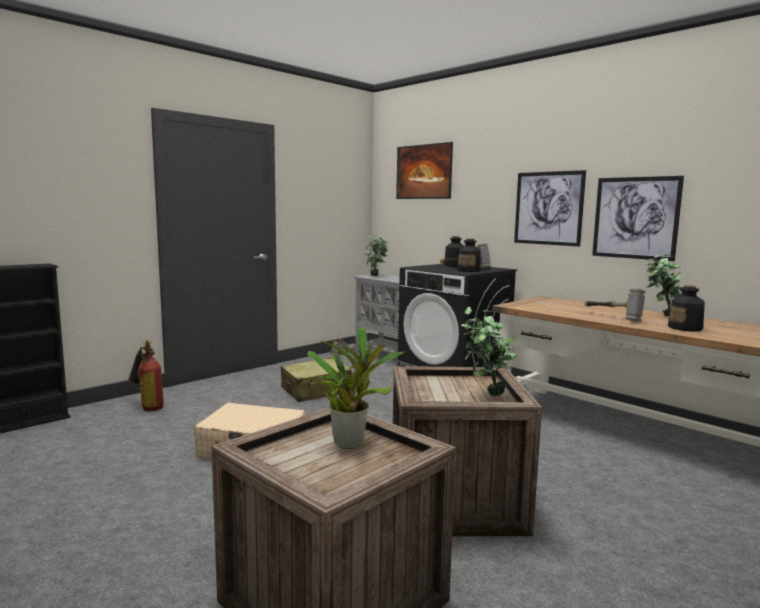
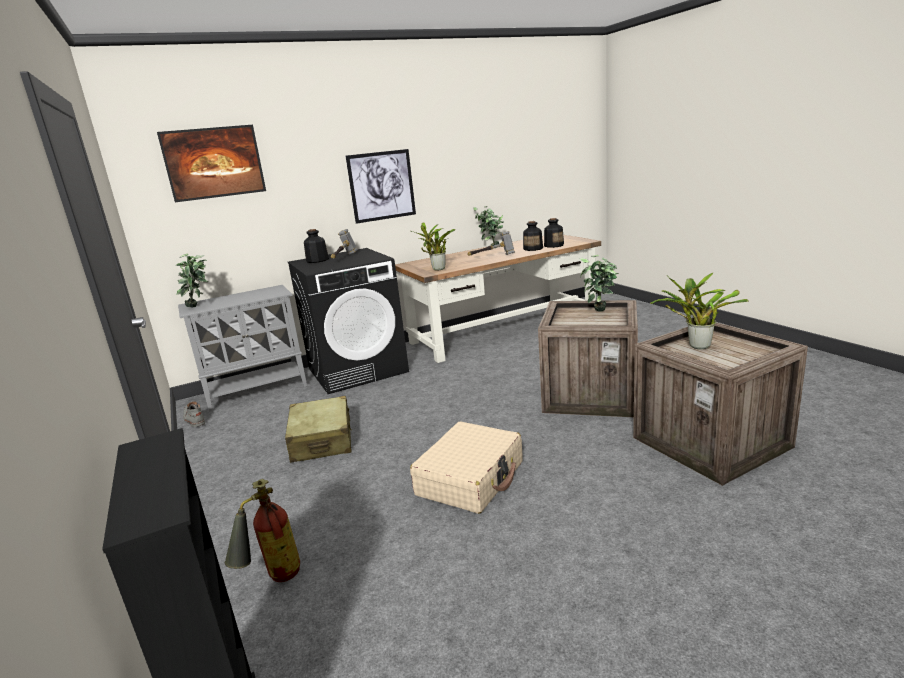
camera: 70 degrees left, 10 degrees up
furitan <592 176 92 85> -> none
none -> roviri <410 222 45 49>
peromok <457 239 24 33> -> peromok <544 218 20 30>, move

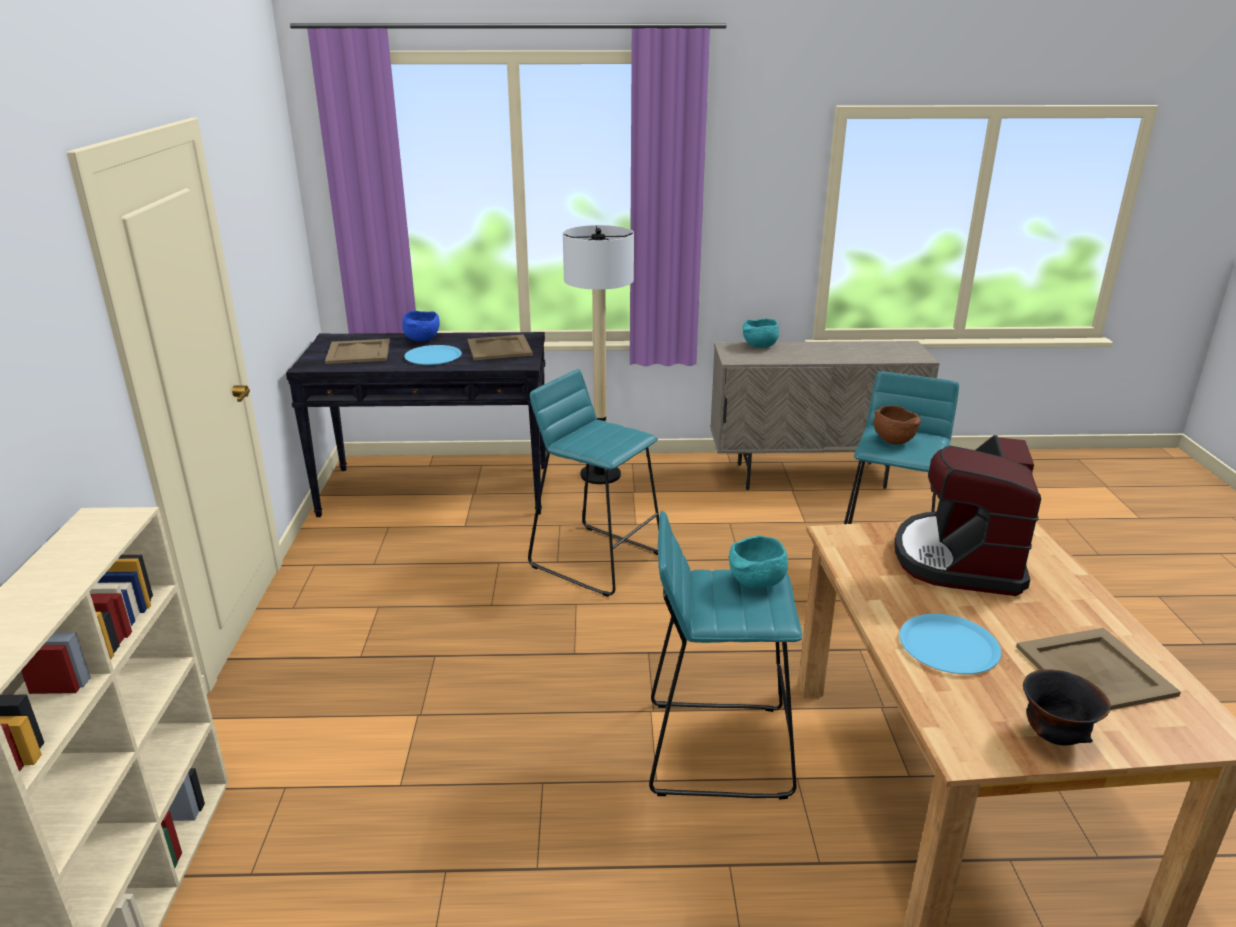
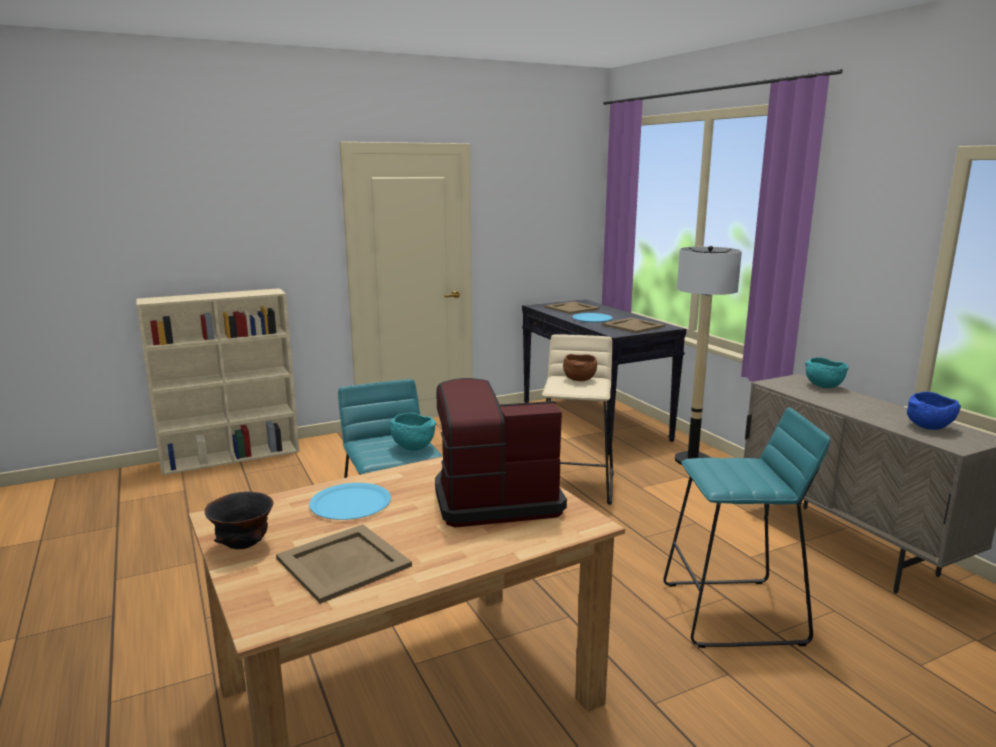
camera: 65 degrees right, 10 degrees down
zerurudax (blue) <402 311 38 31> -> zerurudax (blue) <907 392 54 38>, move
zerurudax (brown) <874 406 47 38> -> zerurudax (brown) <563 354 34 27>, move
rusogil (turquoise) <528 369 131 228> -> rusogil (beige) <542 334 72 171>

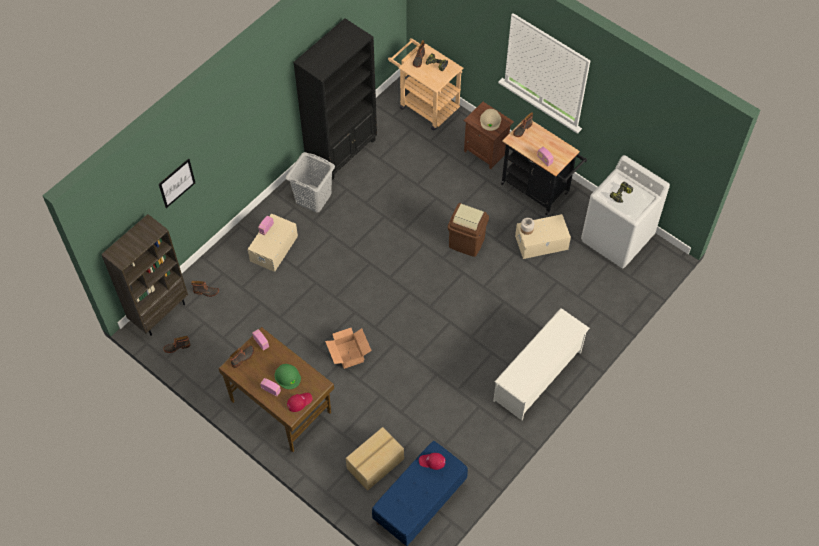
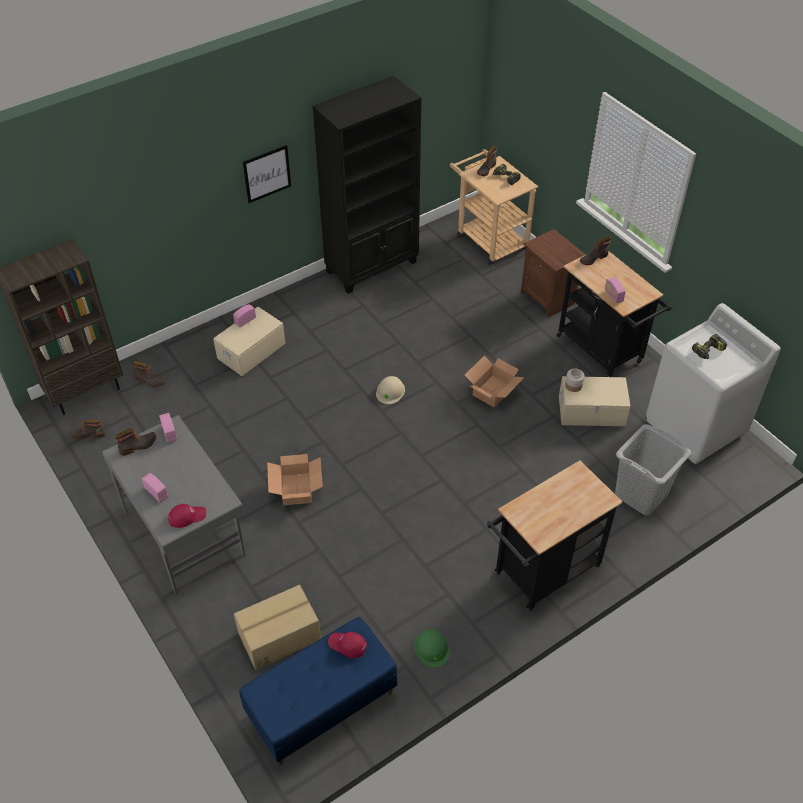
camera: 15 degrees right, 10 degrees down
furitan <159 159 36 49> -> furitan <243 145 48 58>, move
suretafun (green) <275 364 26 25> -> suretafun (green) <414 629 36 38>, move
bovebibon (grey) <286 152 49 60> -> bovebibon (grey) <615 424 76 92>, move
suretafun (beige) <480 109 21 22> -> suretafun (beige) <376 376 29 28>, move
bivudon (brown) <448 203 41 54> -> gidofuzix <465 356 60 51>
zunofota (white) <493 308 97 112> -> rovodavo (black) <487 460 135 151>
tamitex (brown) <218 327 116 125> -> tamitex (grey) <102 415 144 179>

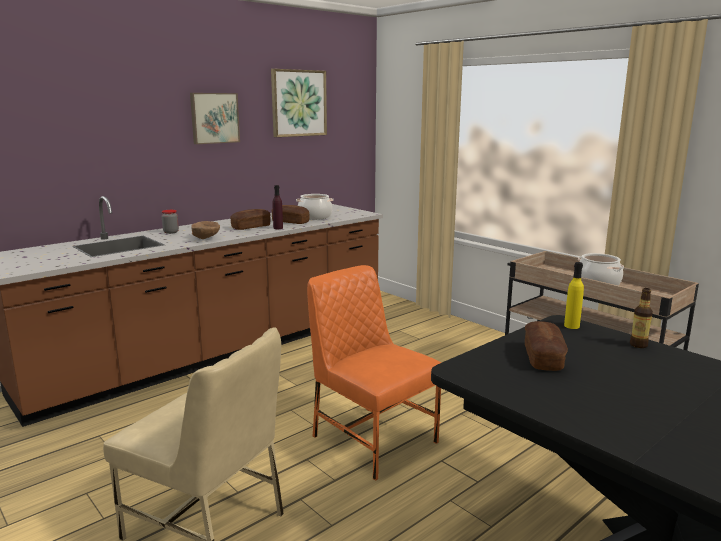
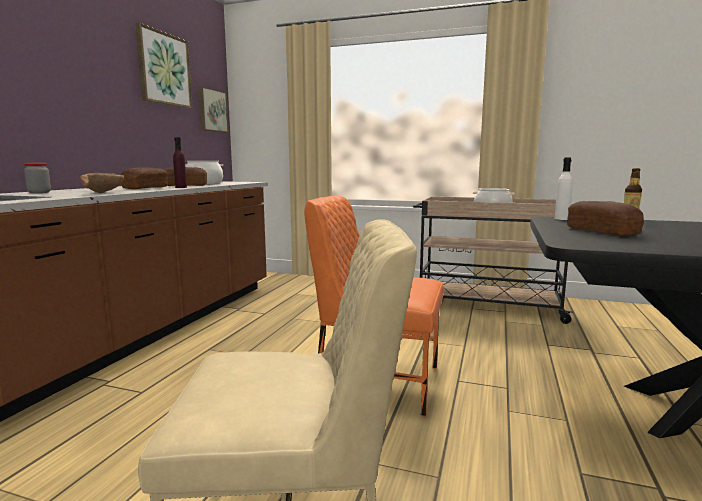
camera: 30 degrees left, 5 degrees down
furitan <190 93 50 51> -> furitan <198 86 31 46>, move
peromok (yellow) <564 262 20 67> -> peromok (white) <555 157 18 63>

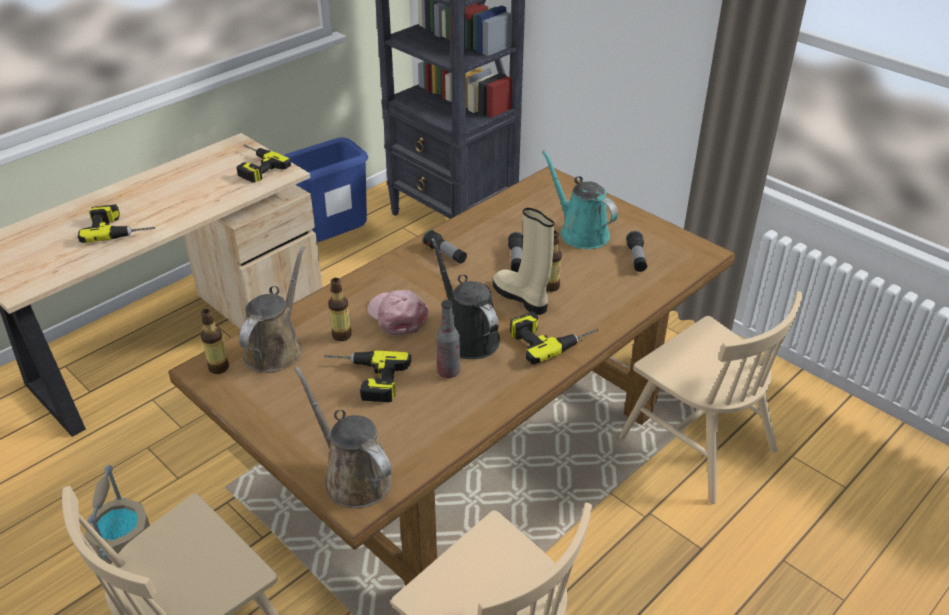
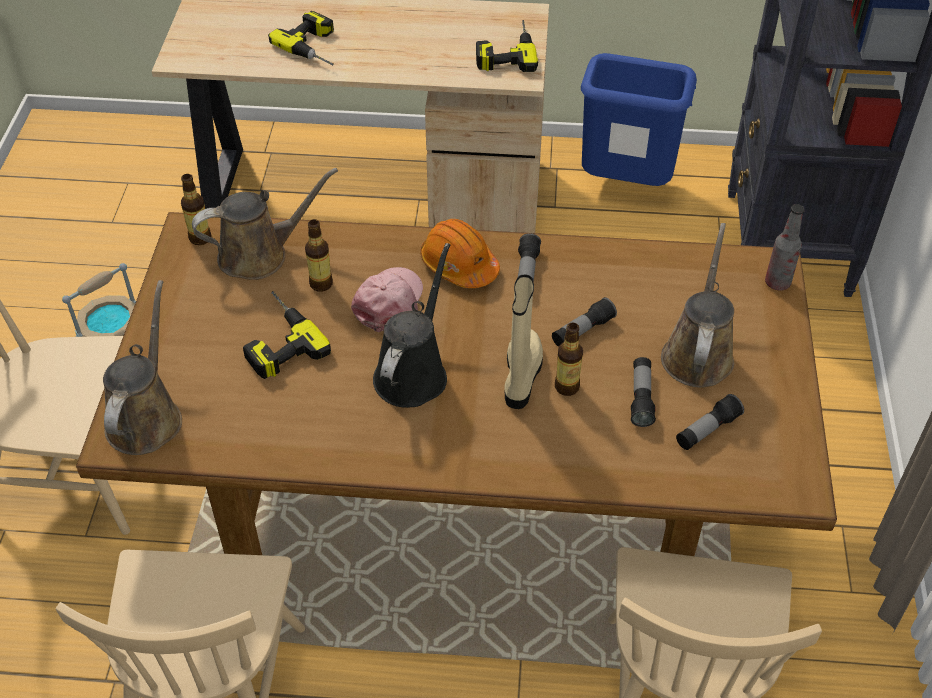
camera: 50 degrees right, 10 degrees up
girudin <510 311 89 54> -> none
none -> suretafun (orange) <420 219 80 69>
none -> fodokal <631 357 25 70>
peromok <436 300 24 78> -> peromok <765 204 40 87>, move
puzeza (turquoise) <542 150 76 99> -> puzeza (brown) <661 223 73 164>

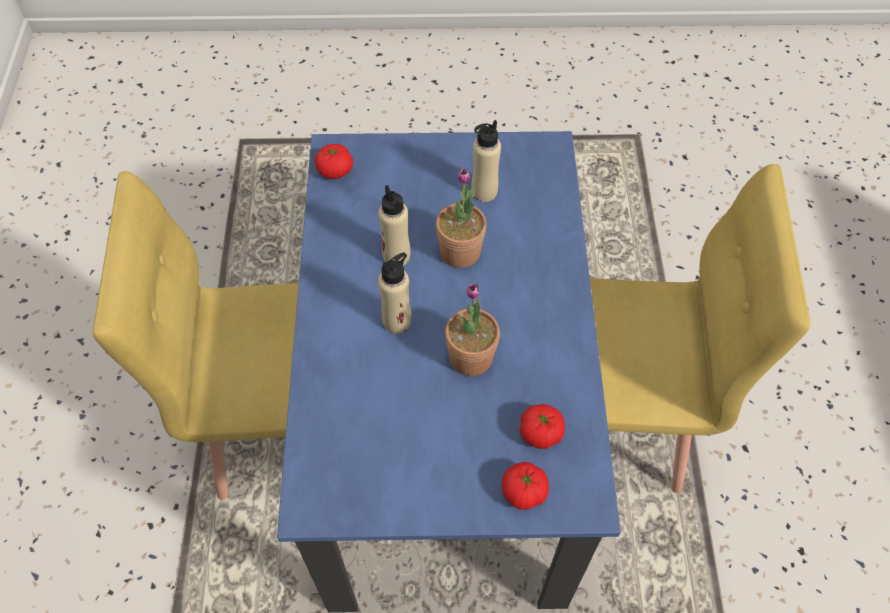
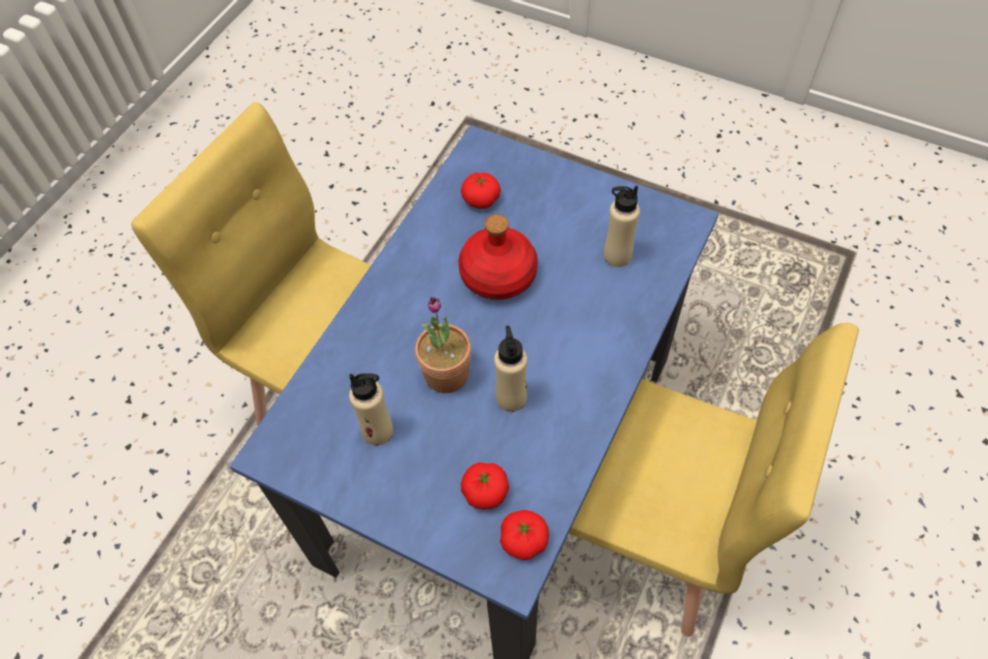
camera: 150 degrees left, 0 degrees up
peromok (beige) <378 253 34 80> -> peromok (beige) <604 186 36 81>, move
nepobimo <502 462 47 48> -> nepobimo <461 462 48 47>, move
roviri <445 283 55 93> -> peromok (red) <458 214 80 86>

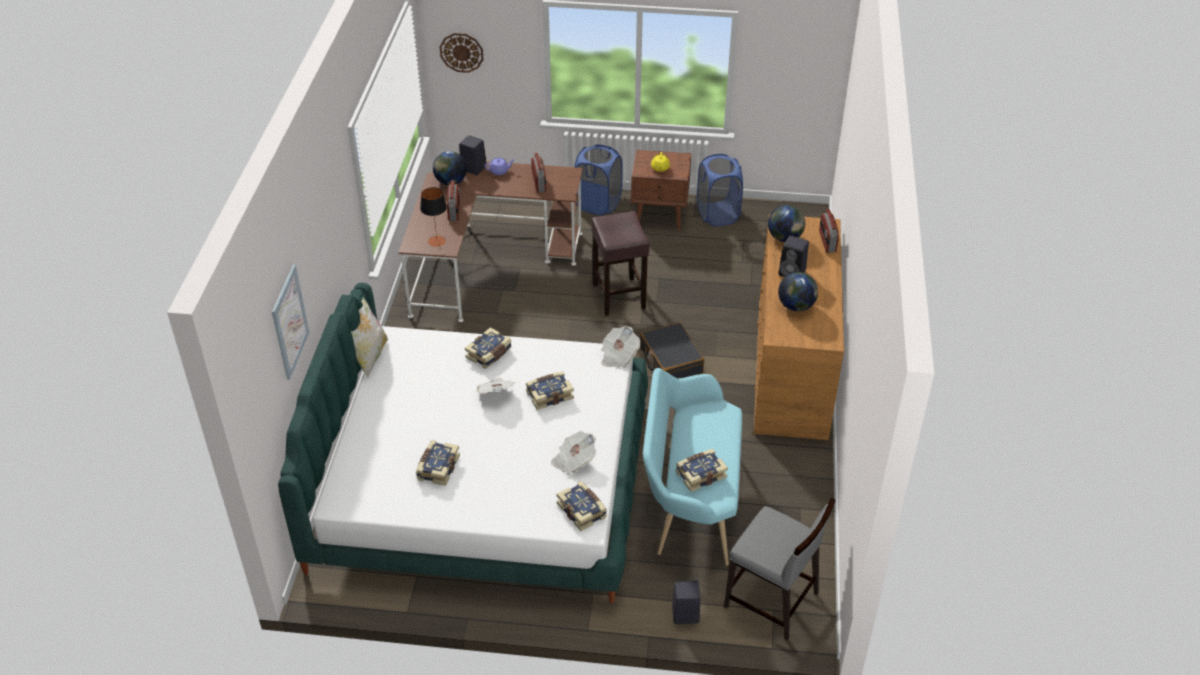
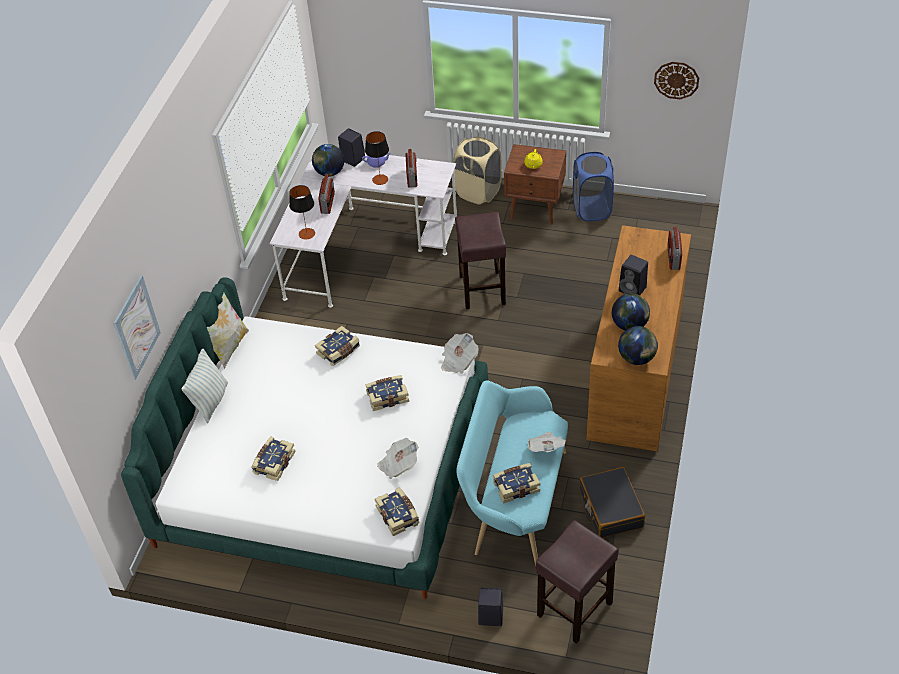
camera: 10 degrees right, 5 degrees up
none -> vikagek <181 349 47 74>
none -> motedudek <365 131 24 54>
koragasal <440 33 43 40> -> koragasal <654 62 45 37>, move
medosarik <476 378 40 16> -> medosarik <528 432 38 20>, move
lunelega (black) <640 322 65 56> -> lunelega (black) <580 467 65 71>, move
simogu <768 205 37 37> -> simogu <618 326 40 39>, move
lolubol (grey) <724 498 111 142> -> rusogil (brown) <536 520 83 124>
tamitex (brown) <398 161 185 161> -> tamitex (white) <270 153 187 155>
bovebibon (blue) <575 144 48 71> -> bovebibon (beige) <453 136 49 68>

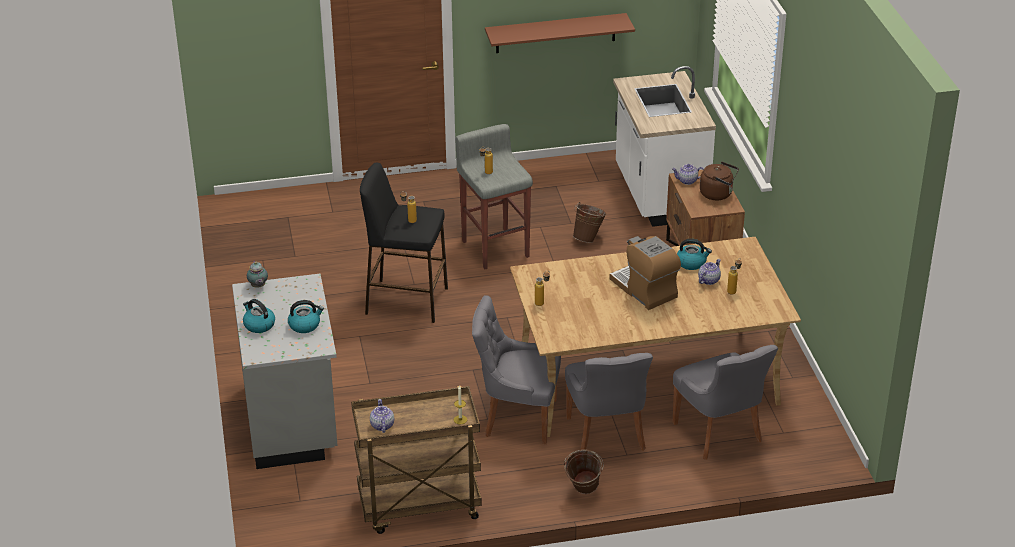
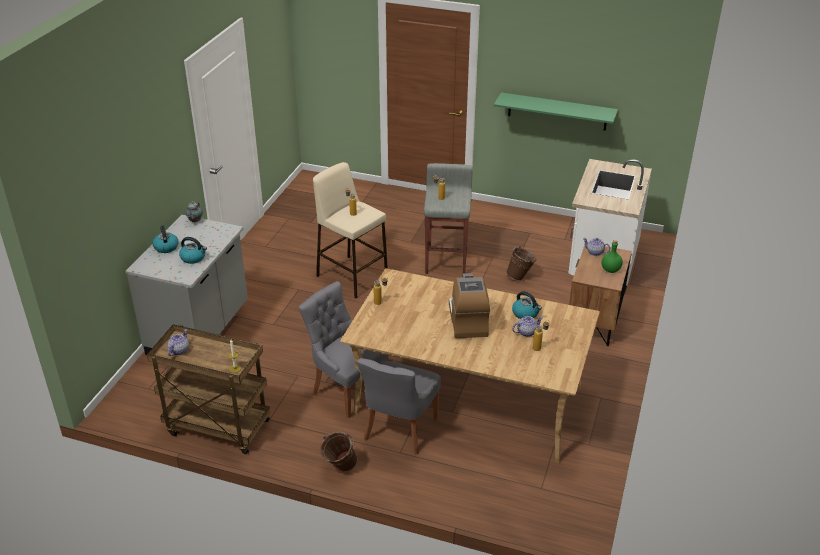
camera: 30 degrees right, 0 degrees up
lolubol (grey) <673 345 105 115> -> none
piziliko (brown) <700 162 39 38> -> peromok (green) <602 240 21 33>
rusogil (black) <360 163 88 160> -> rusogil (beige) <313 162 75 136>
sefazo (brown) <485 13 150 40> -> sefazo (green) <494 92 124 39>

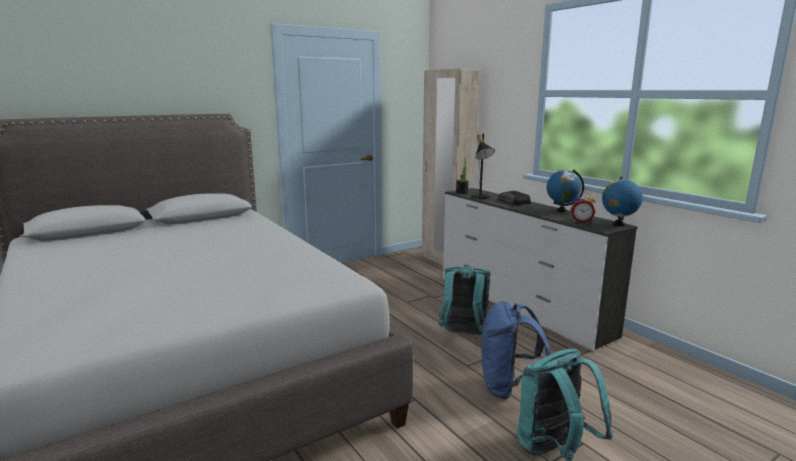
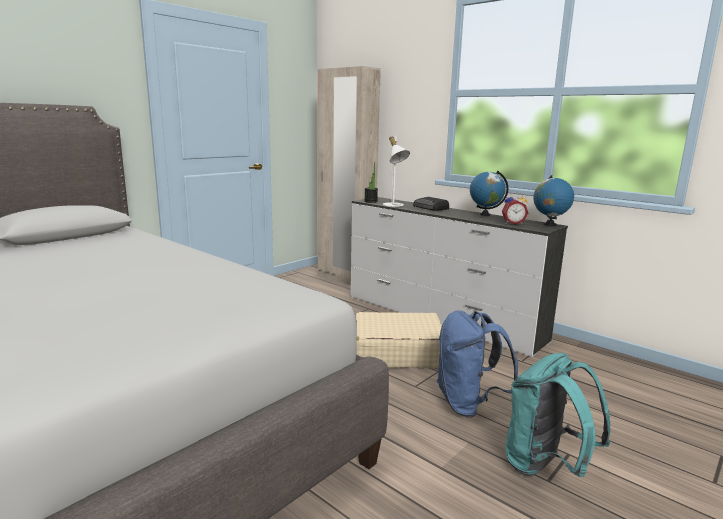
camera: 15 degrees left, 0 degrees up
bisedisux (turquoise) <438 267 53 68> -> lunelega (beige) <355 312 87 56>
motedudek (black) <471 134 24 65> -> motedudek (white) <383 135 27 72>

